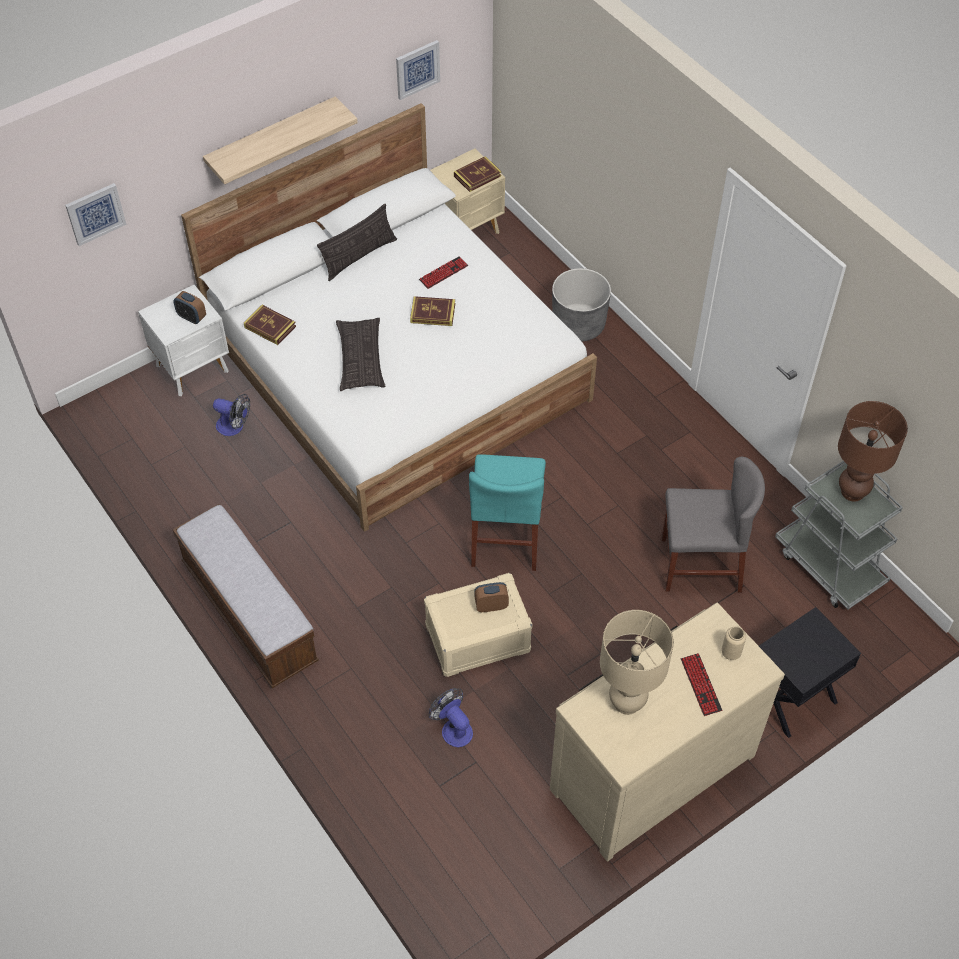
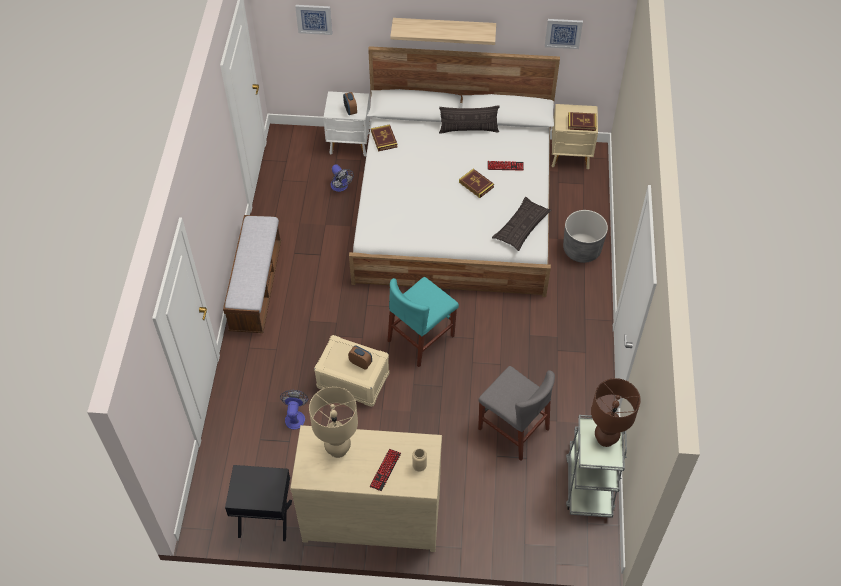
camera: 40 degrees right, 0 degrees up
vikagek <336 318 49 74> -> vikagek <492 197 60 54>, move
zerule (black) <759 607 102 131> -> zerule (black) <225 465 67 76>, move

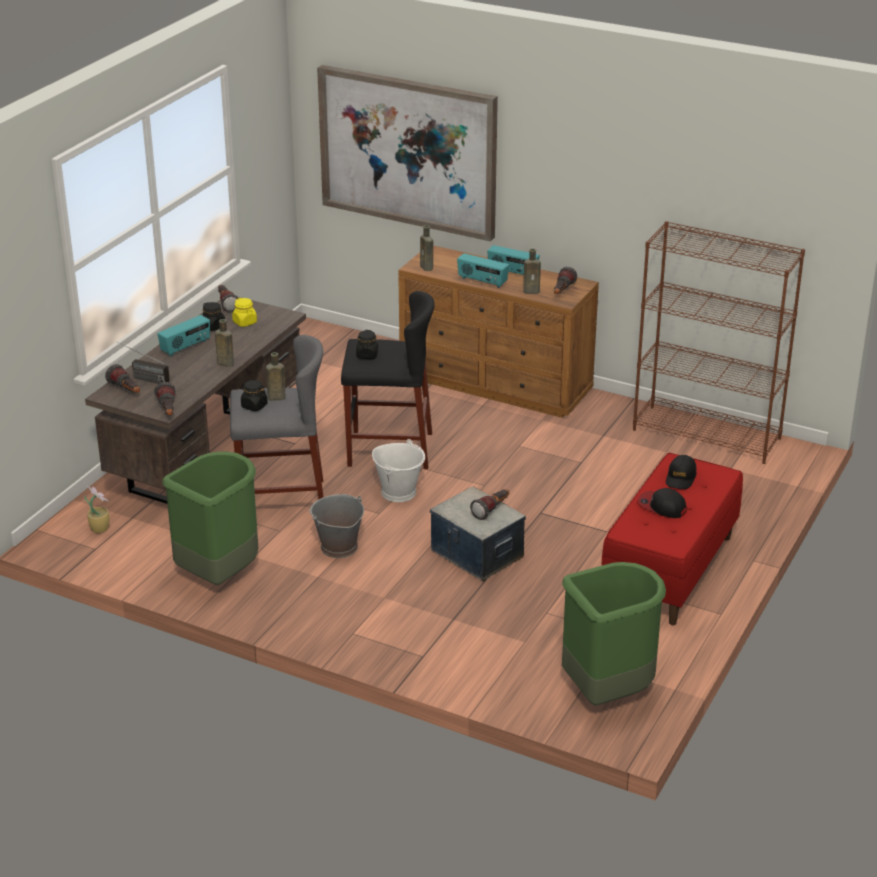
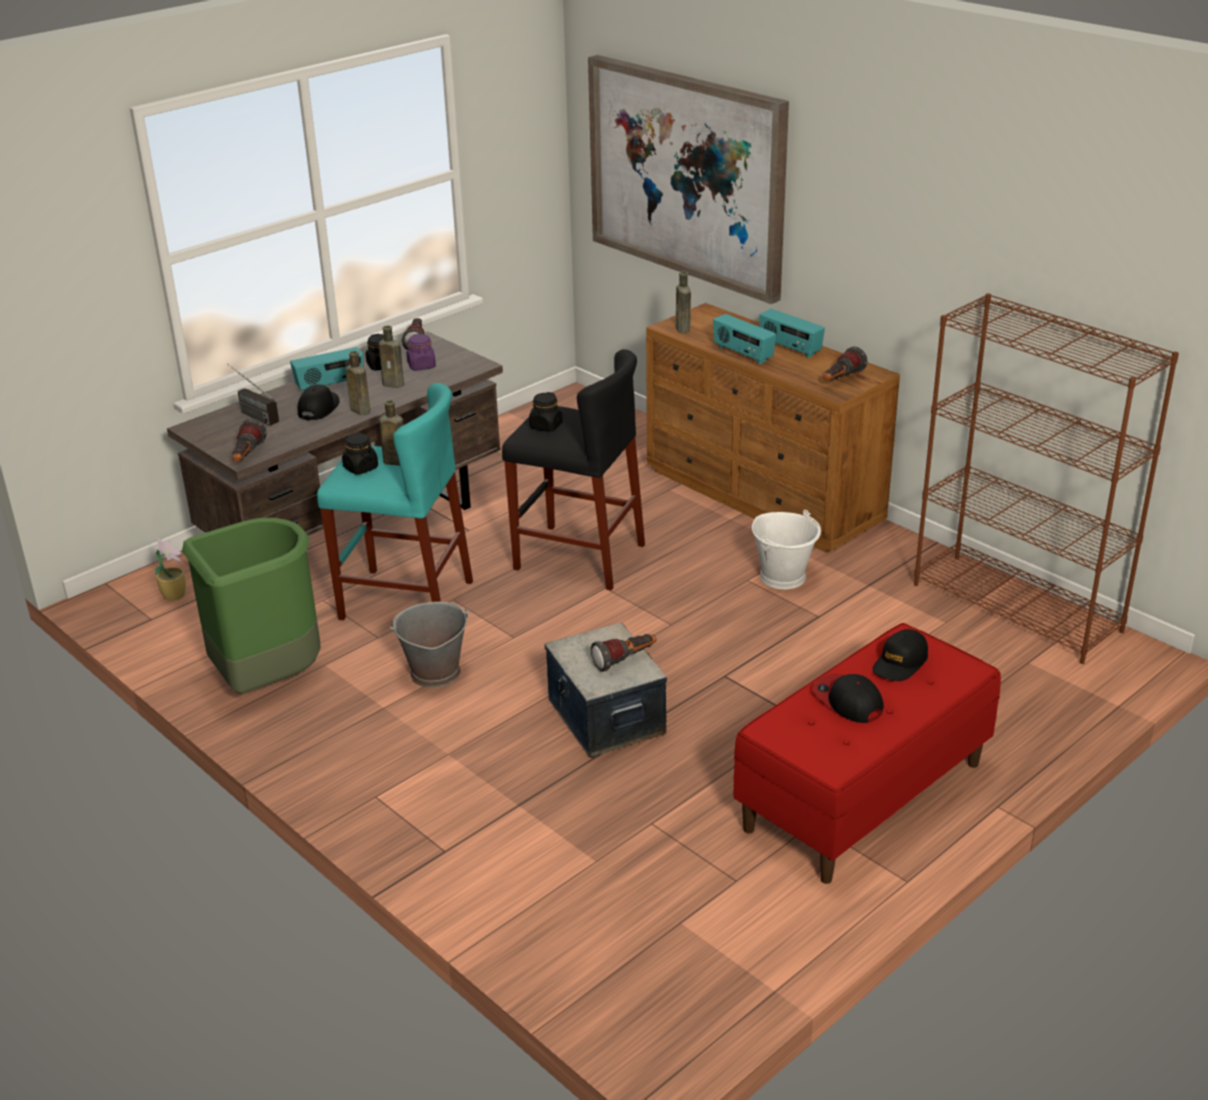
camera: 20 degrees right, 0 degrees up
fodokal <105 364 35 29> -> none
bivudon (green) <562 562 104 144> -> none
none -> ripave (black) <298 384 42 36>
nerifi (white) <372 439 53 63> -> nerifi (white) <752 510 69 80>, move
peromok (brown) <524 248 17 46> -> peromok (brown) <378 326 26 62>, move
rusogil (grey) <230 335 94 164> -> rusogil (turquoise) <317 383 156 237>
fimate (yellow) <232 298 25 29> -> fimate (purple) <407 334 29 36>

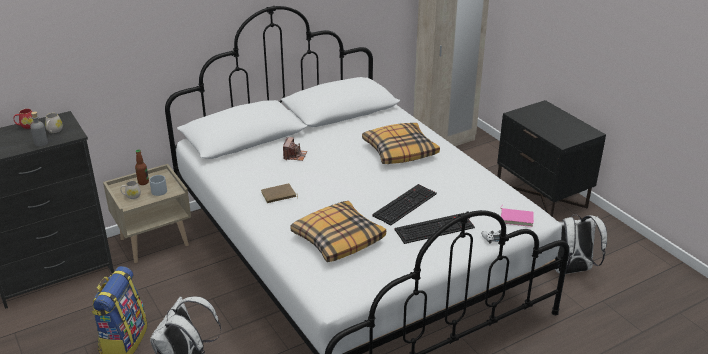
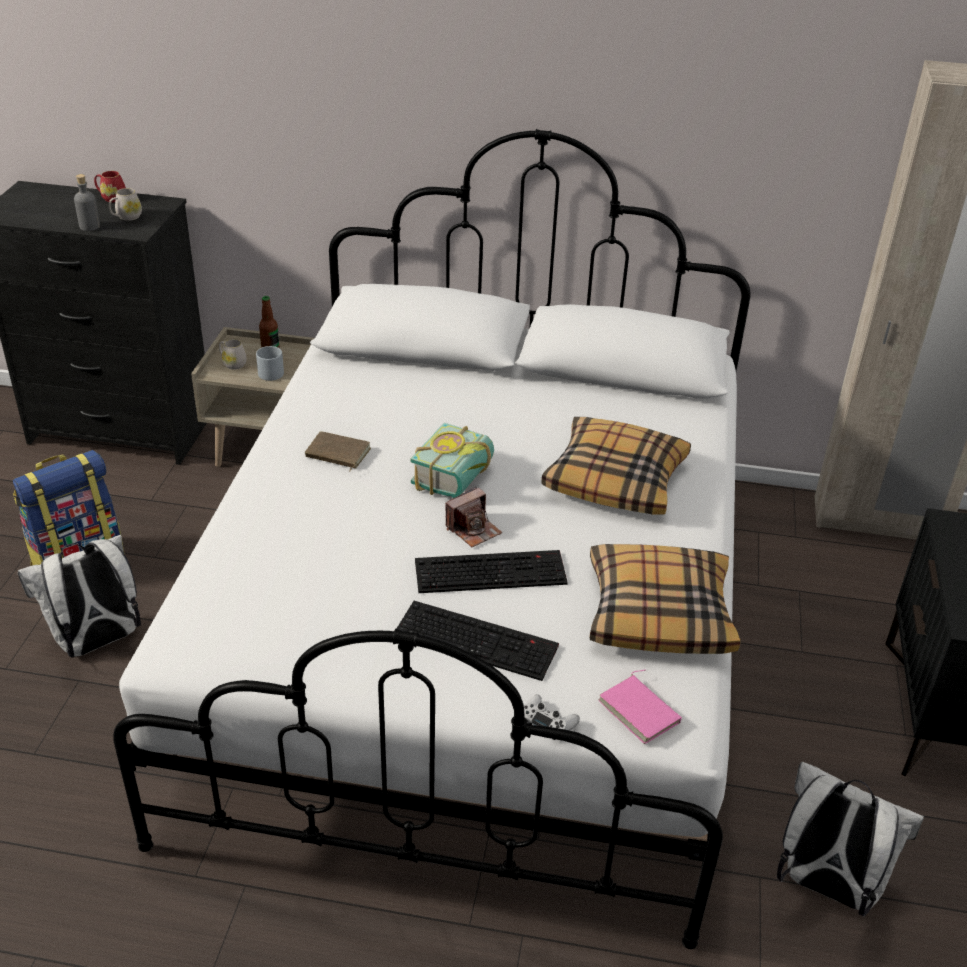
camera: 40 degrees right, 5 degrees up
none -> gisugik <410 423 84 75>
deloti <283 137 24 24> -> deloti <446 486 56 61>, move
vikagek <290 201 96 61> -> vikagek <590 544 150 110>, move

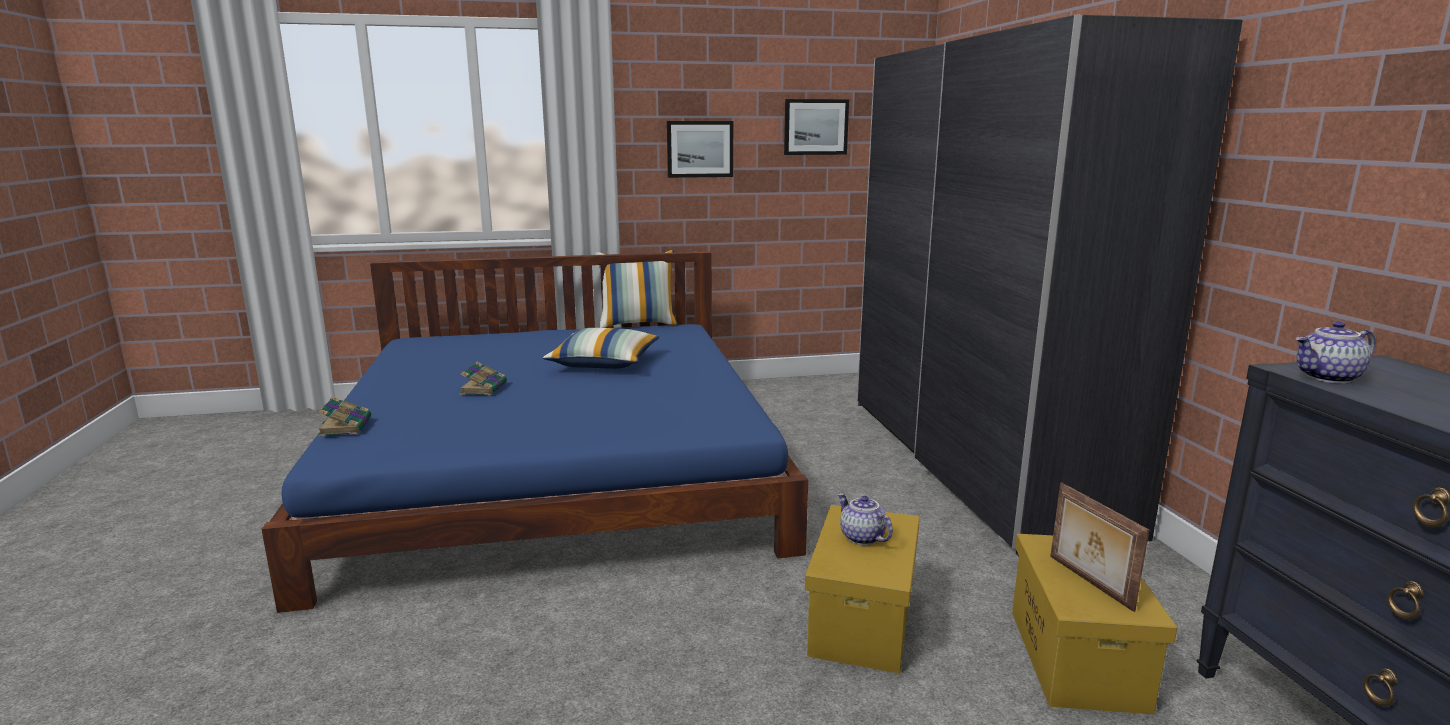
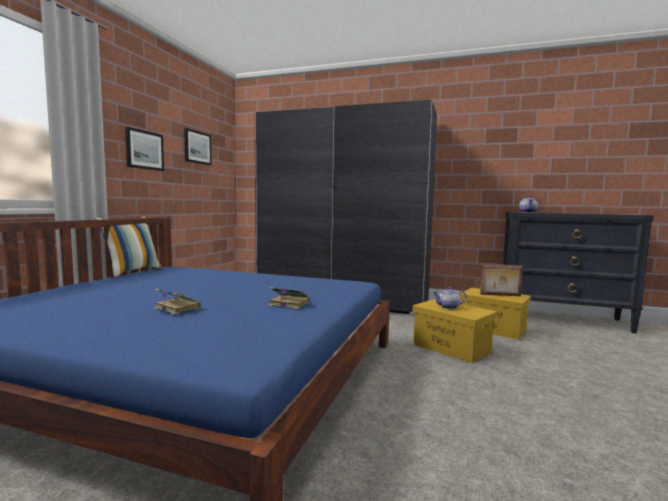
camera: 60 degrees left, 10 degrees down
vikagek <543 328 116 41> -> none
gisugik <318 396 53 41> -> gisugik <268 287 42 23>, move

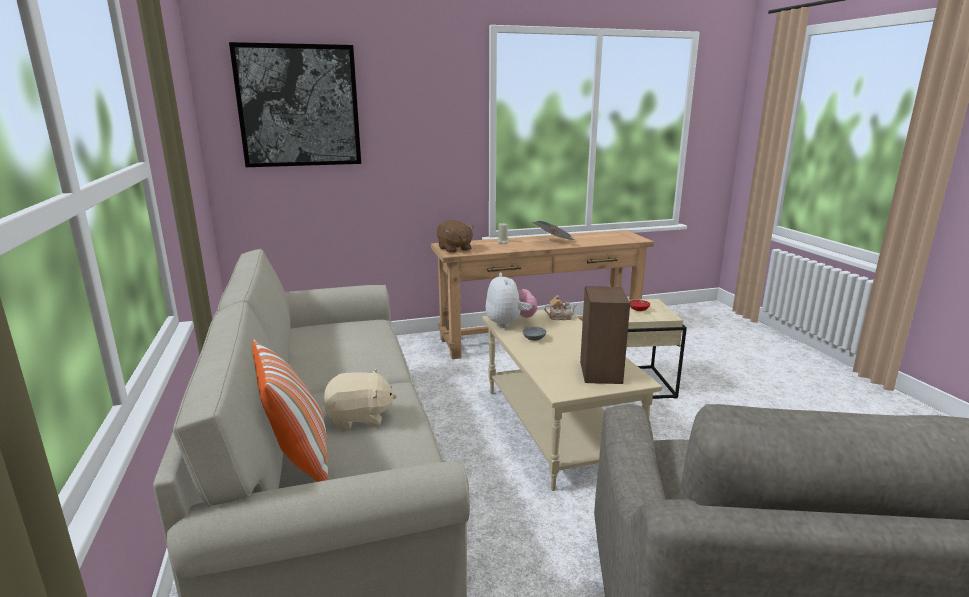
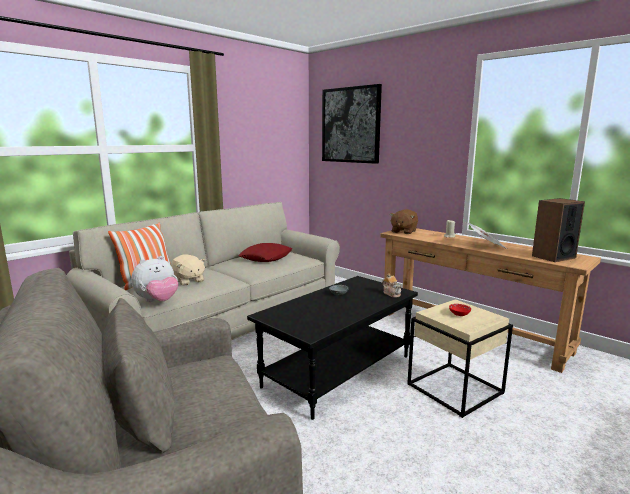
camera: 60 degrees right, 5 degrees down
none -> vikagek (red) <238 243 54 19>
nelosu <486 272 51 56> -> nelosu <131 256 47 46>, move
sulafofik <580 286 50 98> -> sulafofik <532 198 53 64>, move
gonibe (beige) <482 309 180 182> -> gonibe (black) <247 276 171 144>

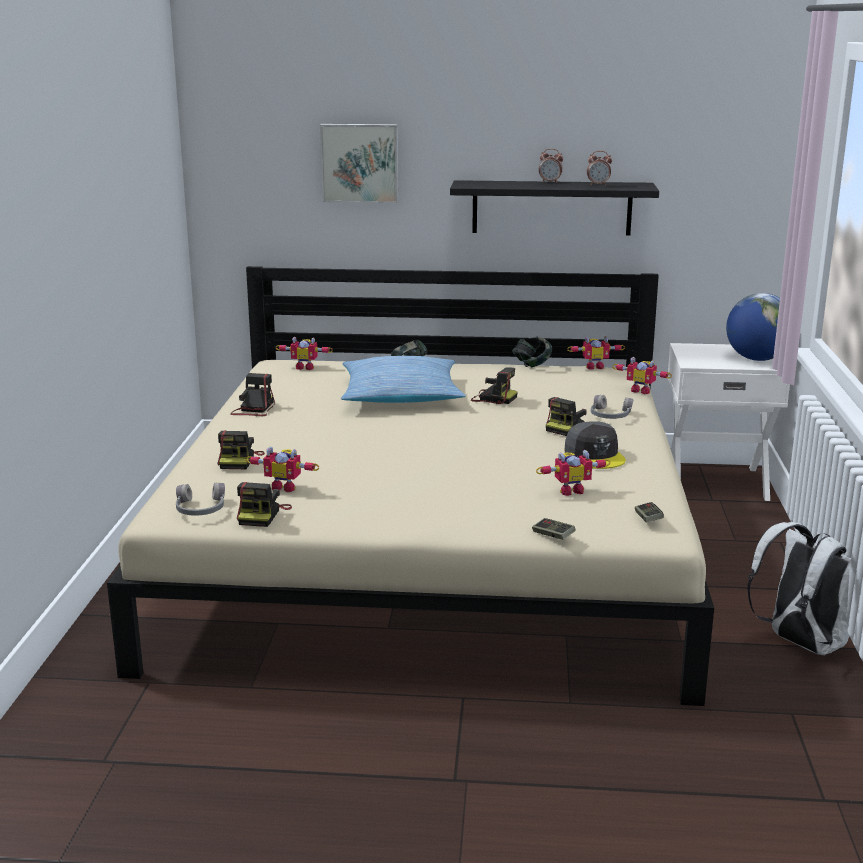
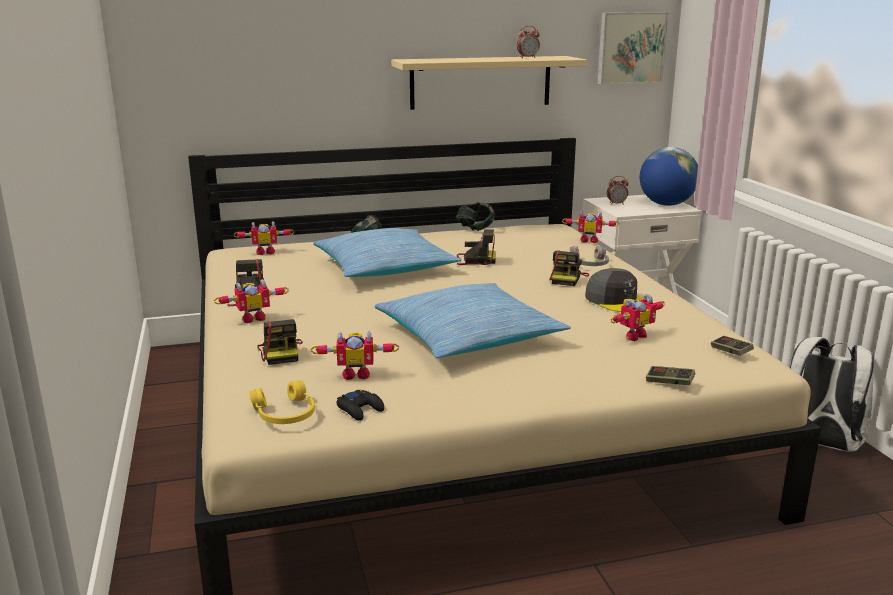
camera: 20 degrees left, 0 degrees up
none -> vikagek <375 283 196 75>
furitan <320 124 79 79> -> furitan <597 12 71 72>, move
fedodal <539 149 24 34> -> fedodal <607 176 22 29>, move
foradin <567 336 58 34> -> foradin <214 279 75 44>, move
deloti <237 482 55 45> -> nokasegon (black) <336 390 48 31>
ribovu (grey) <176 483 49 33> -> ribovu (yellow) <249 380 66 44>
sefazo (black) <450 180 209 55> -> sefazo (beige) <391 56 196 54>

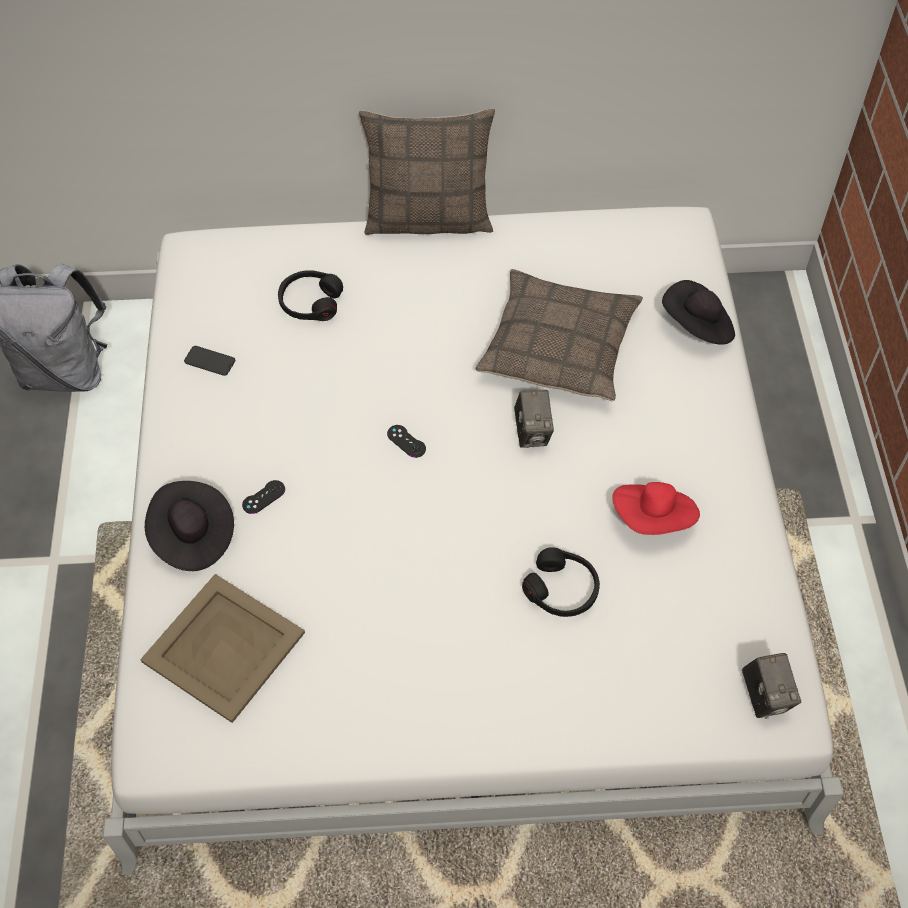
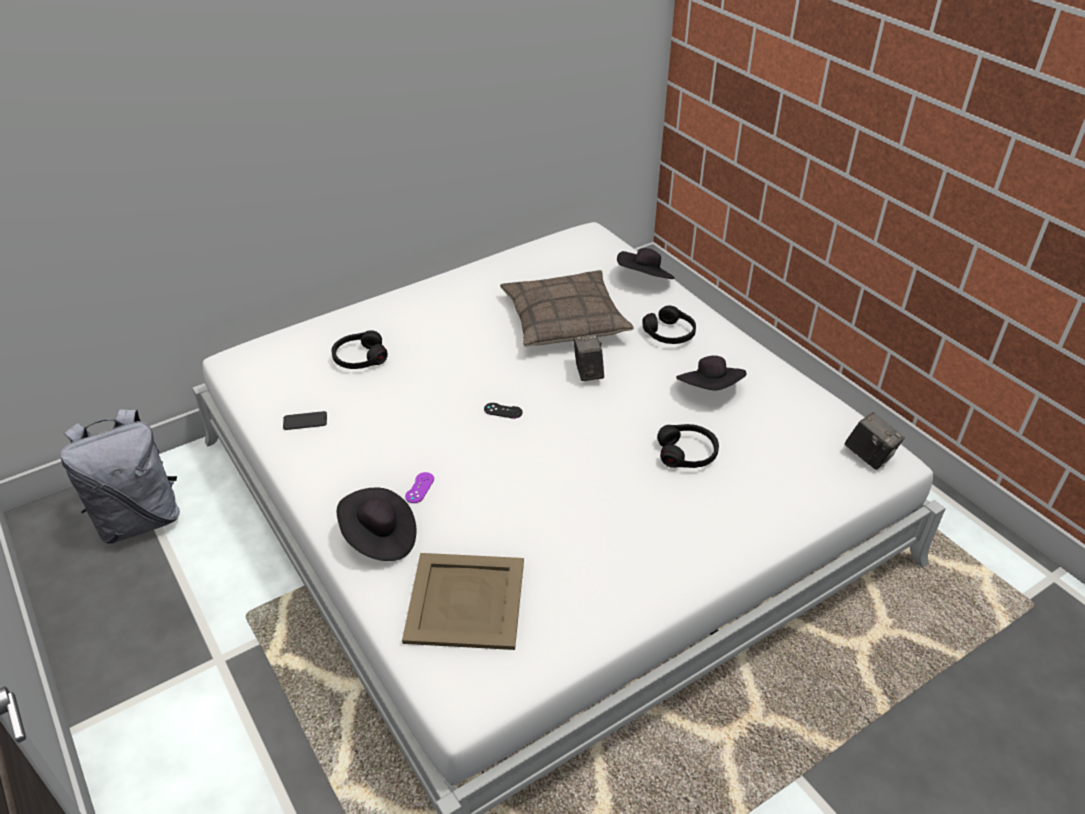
camera: 30 degrees left, 15 degrees down
vikagek <359 109 136 126> -> none
none -> ribovu (black) <642 305 54 39>
nokasegon (black) <242 480 43 34> -> nokasegon (purple) <405 472 29 31>
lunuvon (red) <612 482 88 53> -> lunuvon (black) <676 356 71 34>
deloti <514 390 40 58> -> deloti <574 334 30 47>, 150 degrees counterclockwise

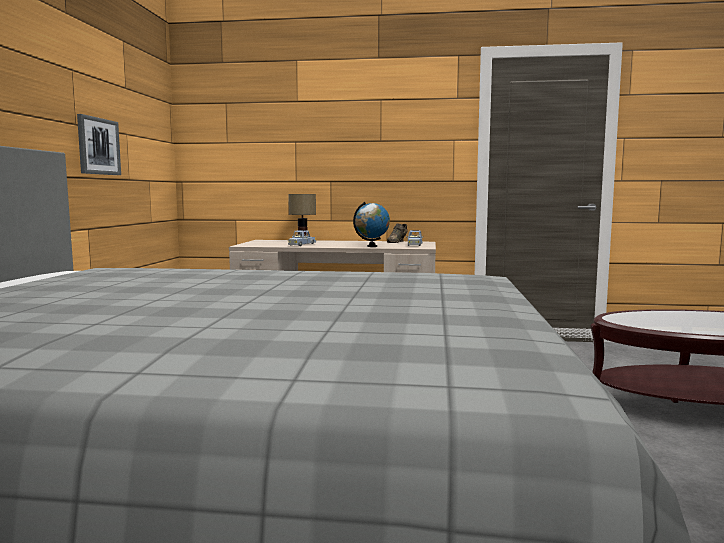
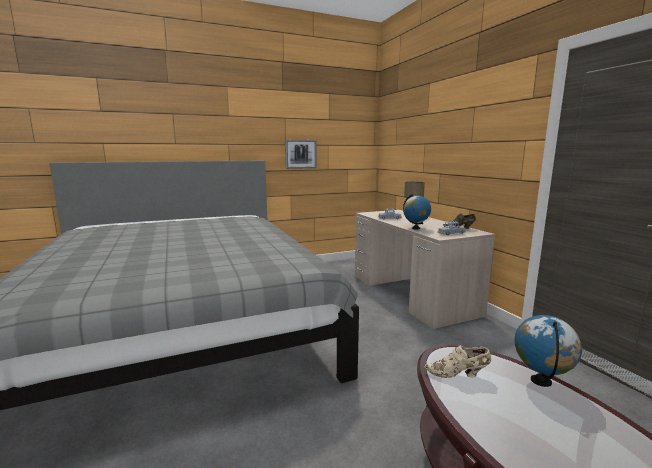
camera: 60 degrees right, 5 degrees up
none -> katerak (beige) <423 345 68 33>
none -> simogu <515 315 67 72>

